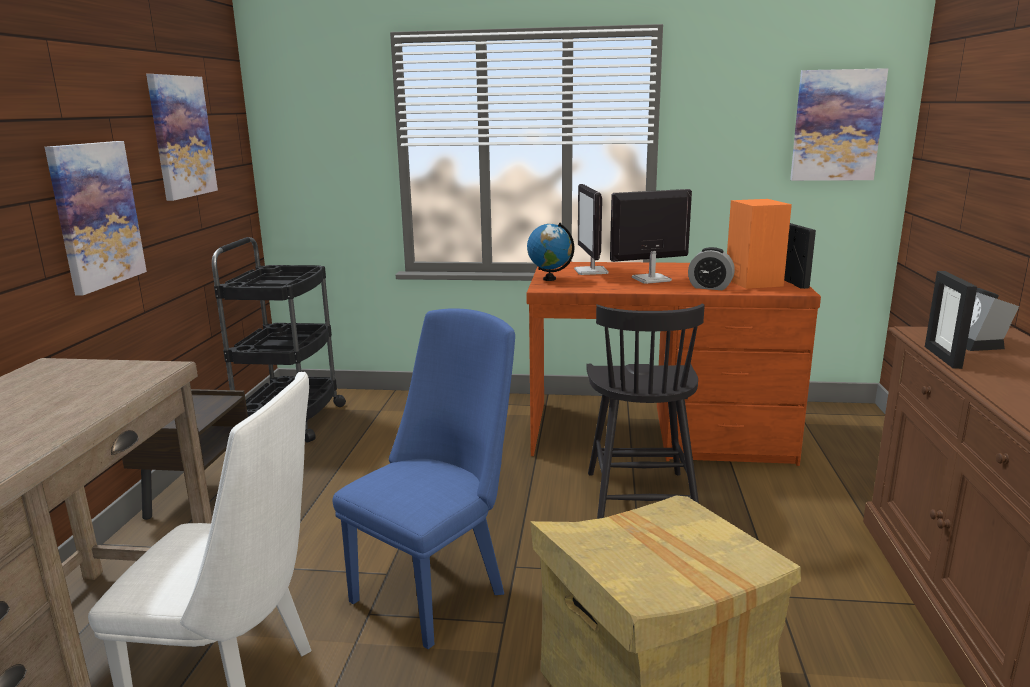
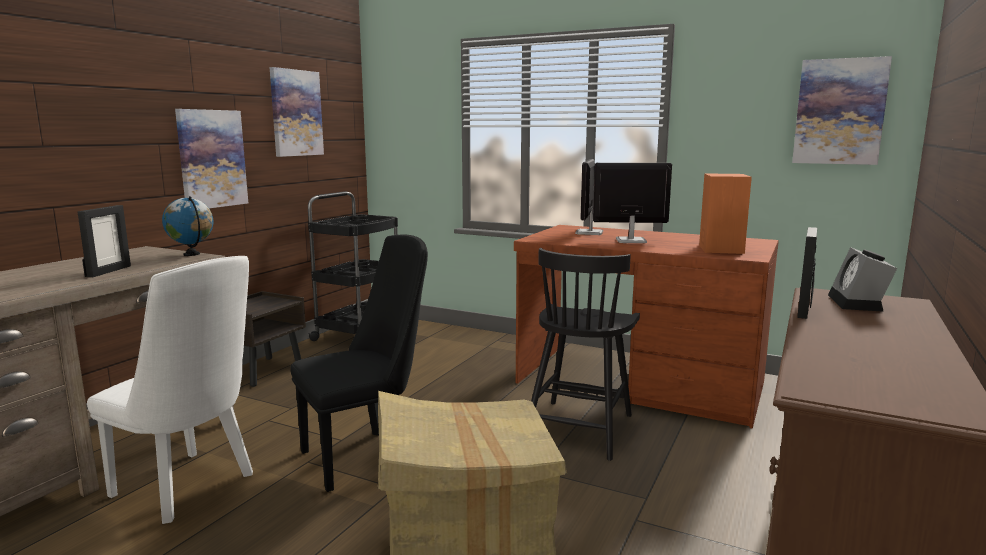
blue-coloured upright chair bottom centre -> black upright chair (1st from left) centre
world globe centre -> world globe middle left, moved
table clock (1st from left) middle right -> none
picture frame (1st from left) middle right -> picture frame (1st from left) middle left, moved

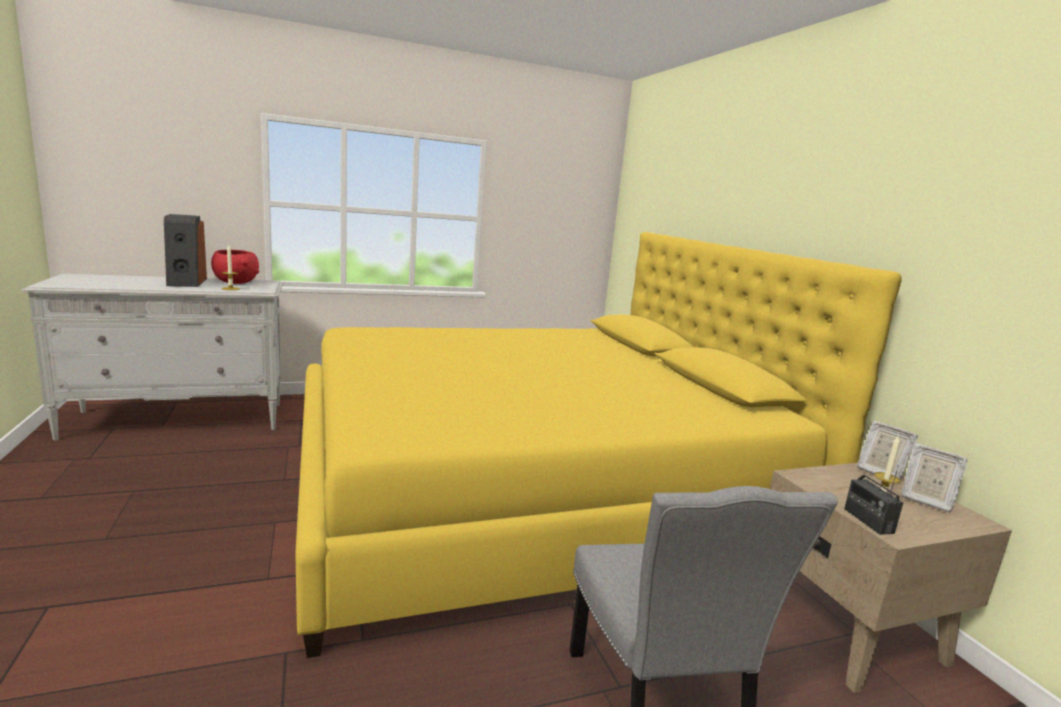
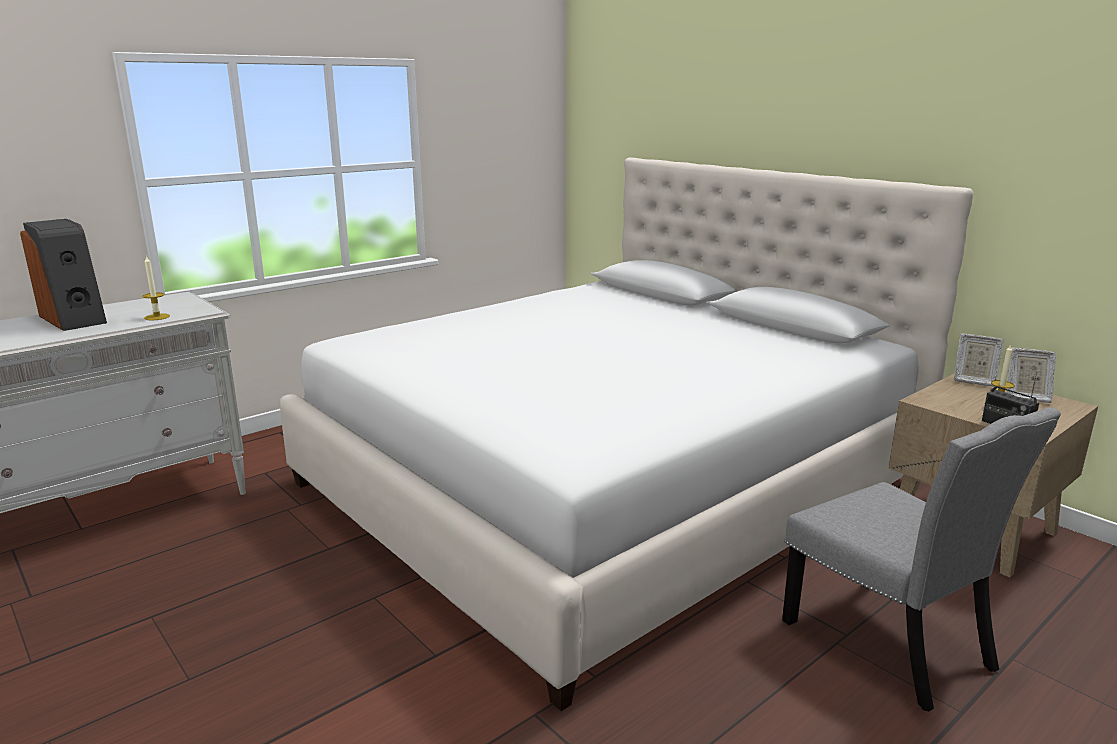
red bowl middle left -> none
yellowish bed centre -> whitish bed centre

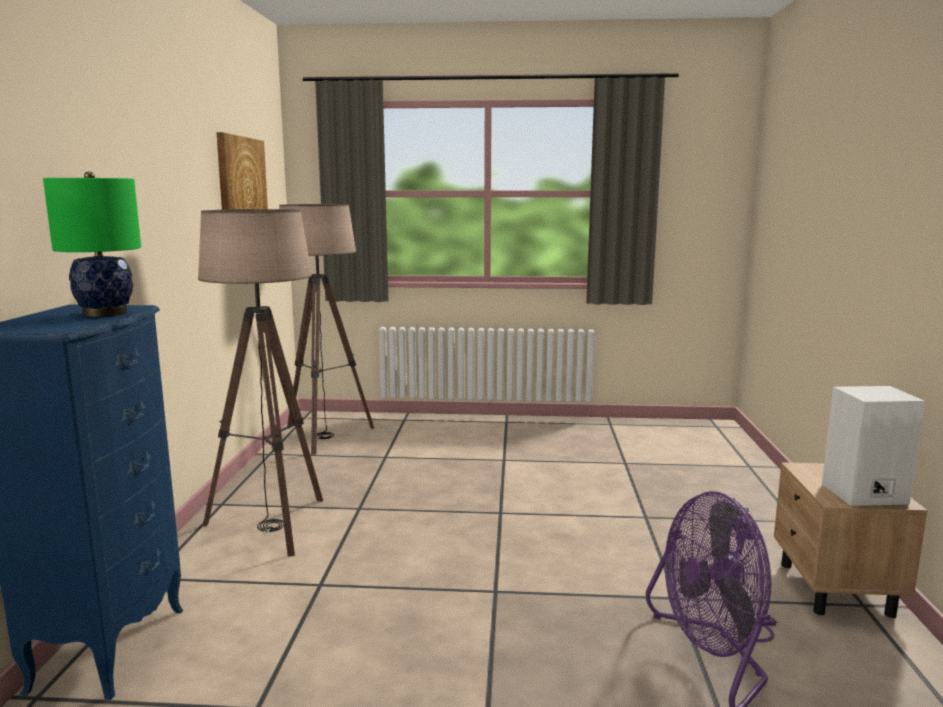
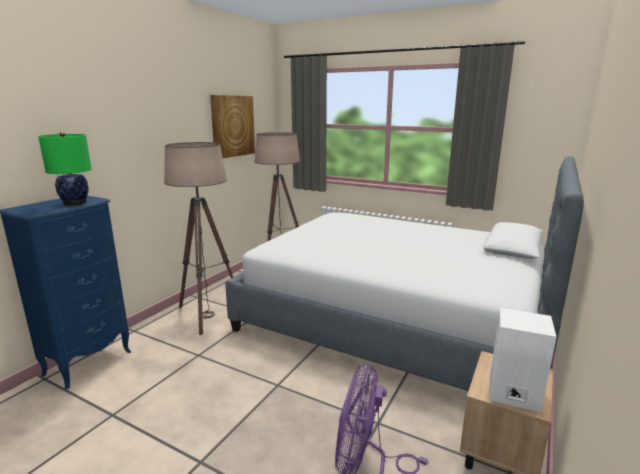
none -> bed centre

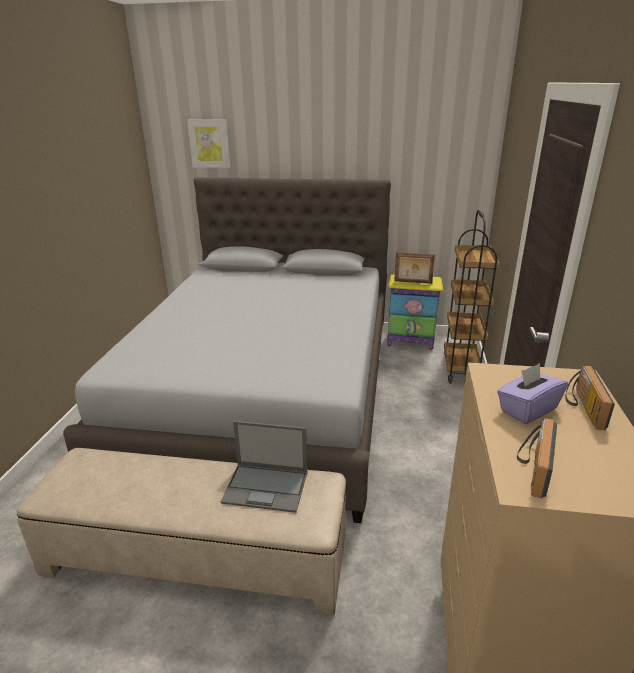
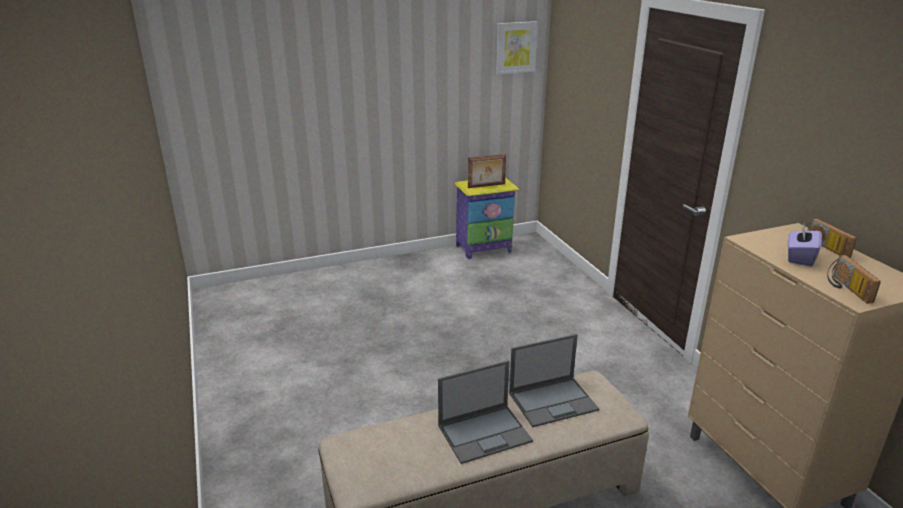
greyish bed centre -> none
wall picture top left -> wall picture top centre, moved
brown-coloured wheeled cart middle right -> none
none -> laptop (1st from left) bottom centre

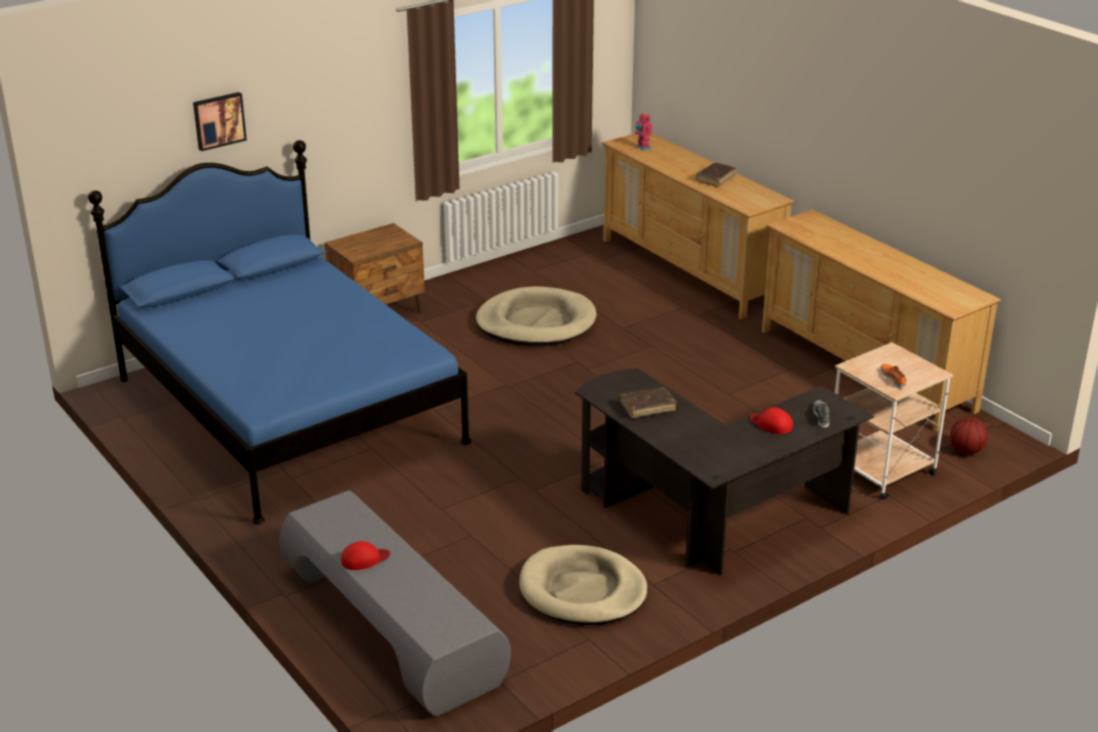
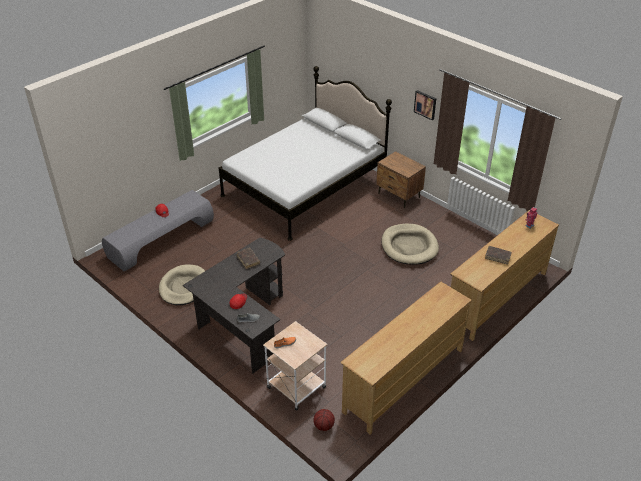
blue-coloured bed middle left -> whitish bed top centre
wall picture top left -> wall picture top centre, moved

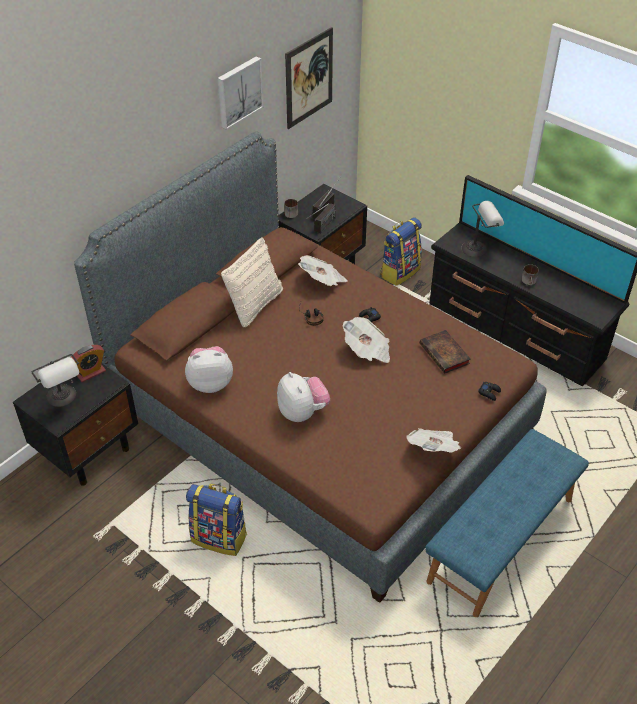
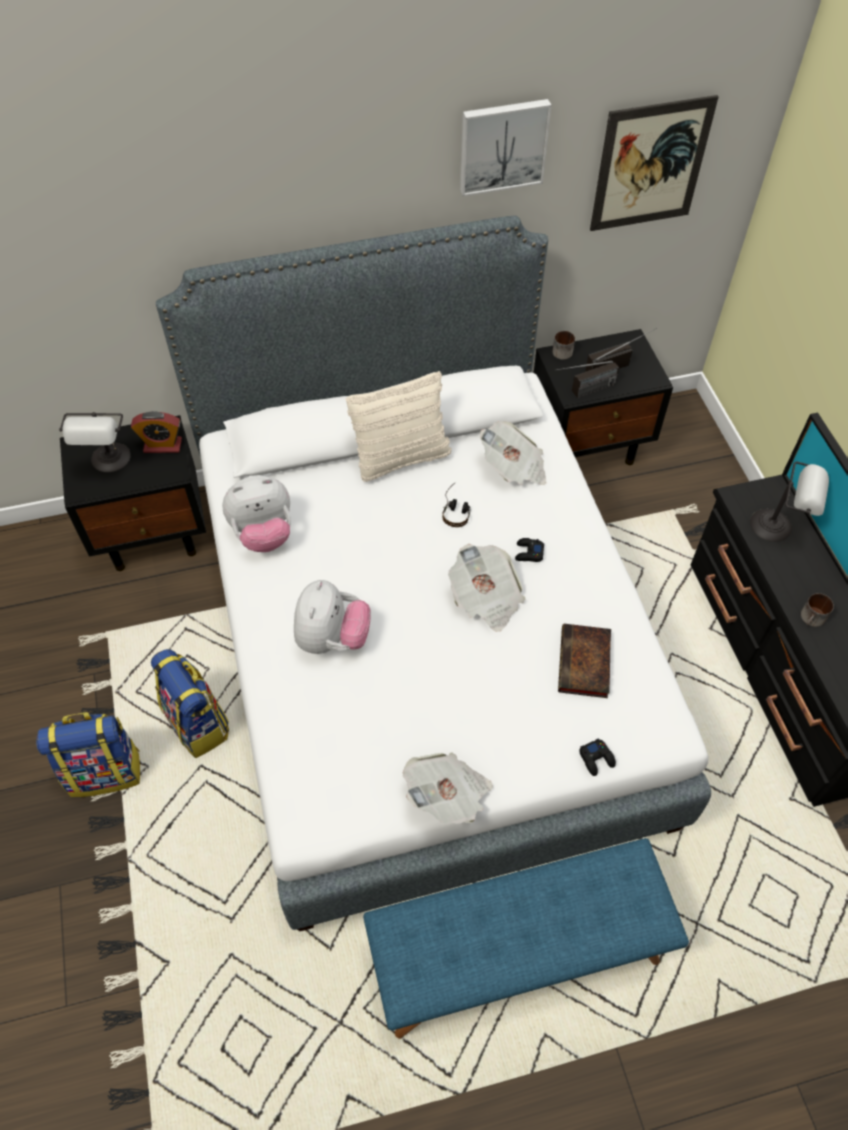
brown-coloured bed centre -> whitish bed centre
cuddly toy (1st from left) middle left, 135 degrees clockwise
rucksack (2nd from left in the first image) centre -> rucksack (1st from left) bottom left, moved

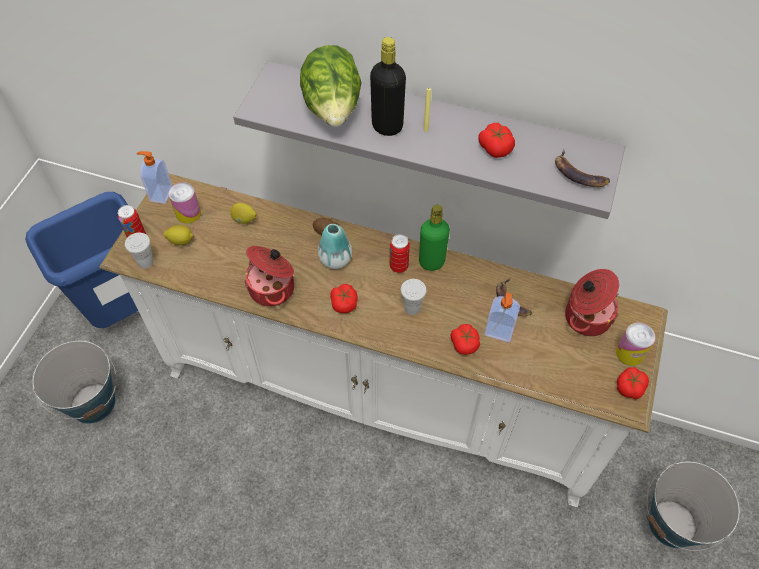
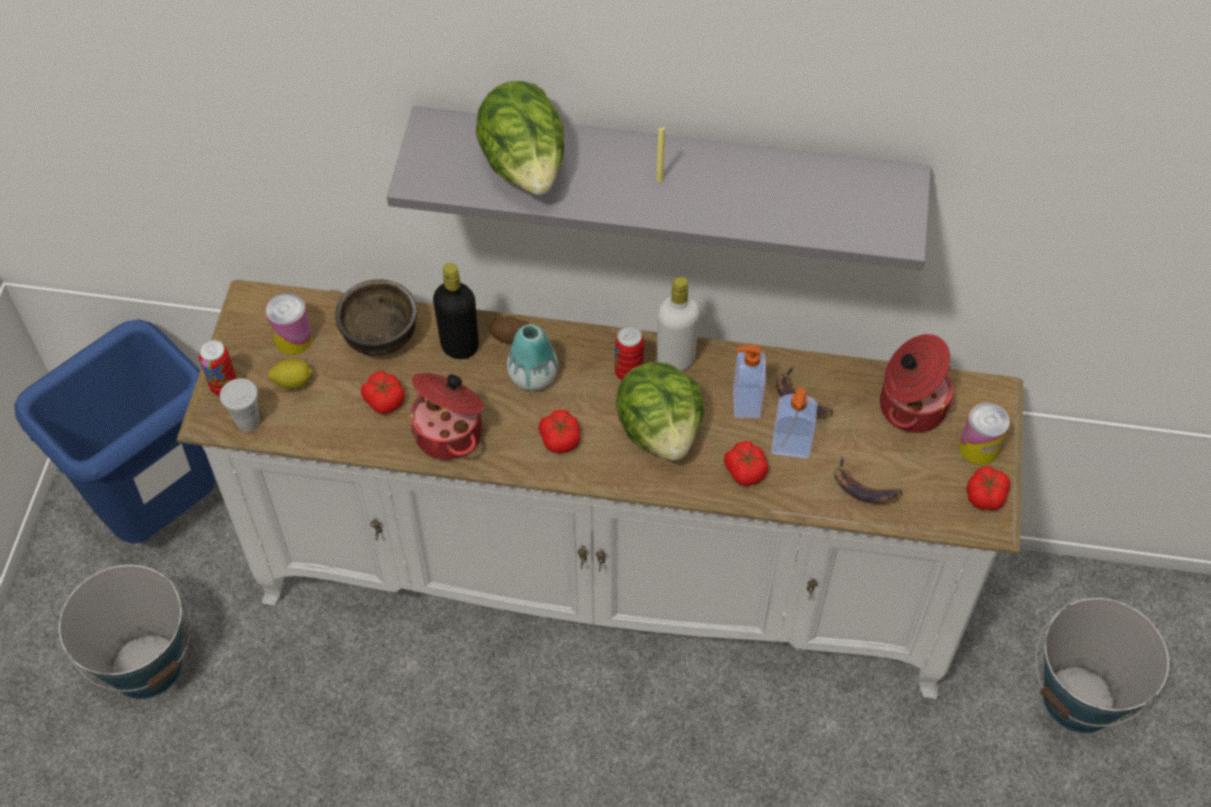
soap bottle (1st from left) top left -> soap bottle (1st from left) centre, moved
citrus fruit (2nd from left) middle left -> brown-coloured bowl middle left
black beverage bottle top centre -> black beverage bottle centre, moved
whitish cup (2nd from left) centre -> lettuce head (2nd from left) centre
greenish beverage bottle centre -> whitish beverage bottle centre
fresh tomato (3rd from left in the first image) top centre -> fresh tomato (1st from left) middle left, moved
banana (2nd from left) top right -> banana (2nd from left) middle right, moved

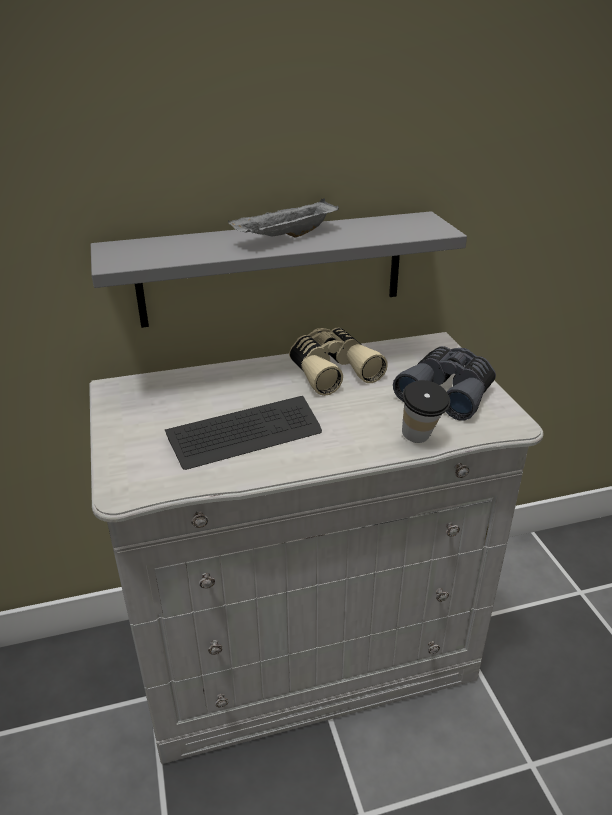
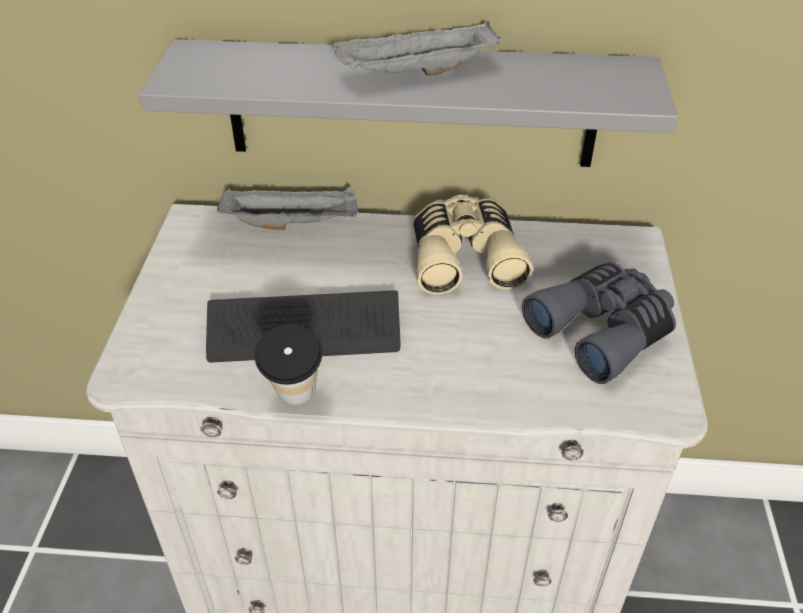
cup middle right -> cup centre, moved
none -> greyish serving tray (1st from left) centre

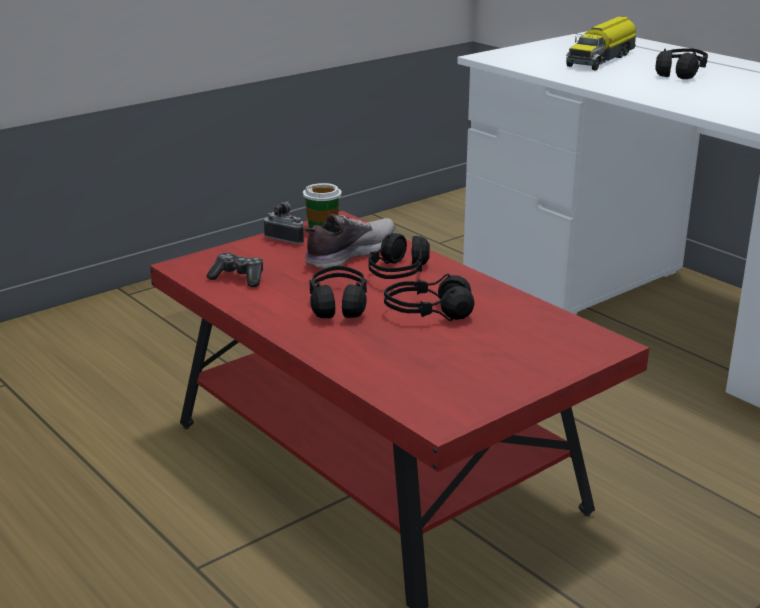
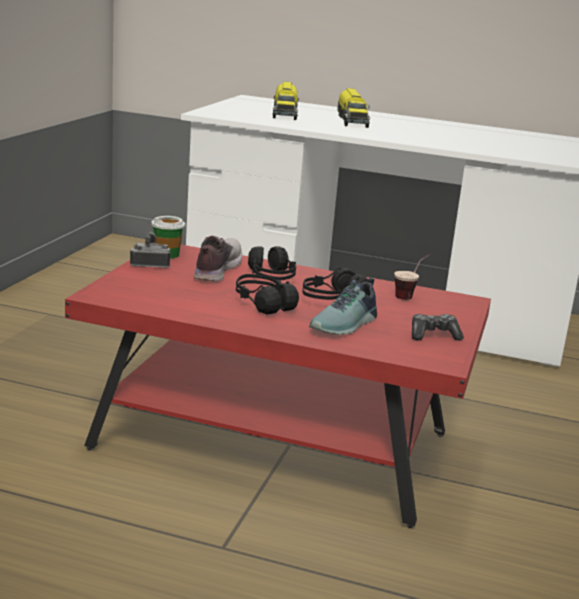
gamepad middle left -> gamepad middle right, moved
black headphones (4th from left) top right -> toy truck (2nd from left) top centre
none -> shoe (2nd from left) centre
none -> cup (2nd from left) middle right

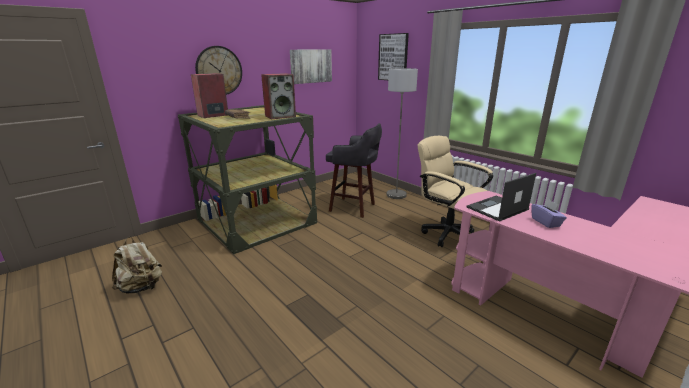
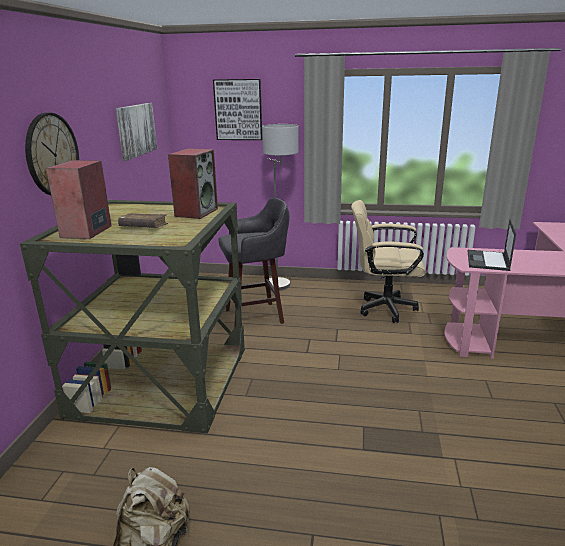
purplish tissue holder middle right -> none

